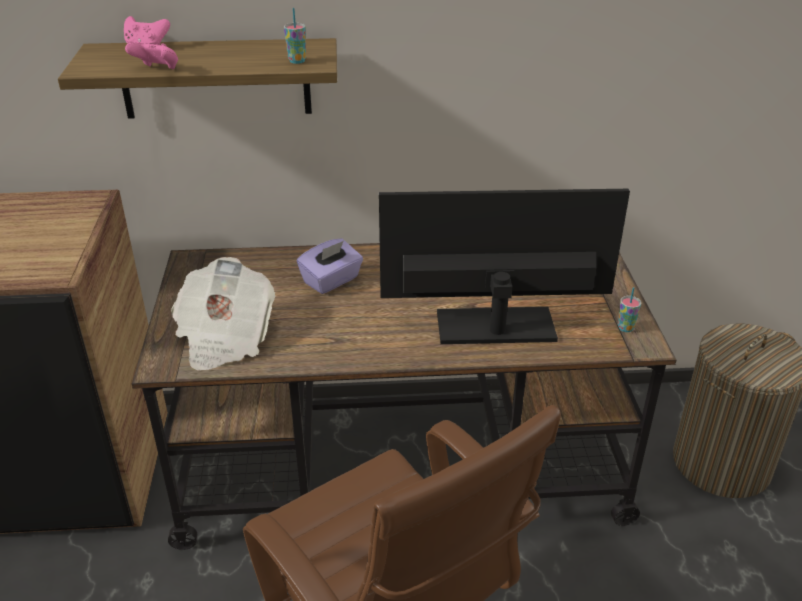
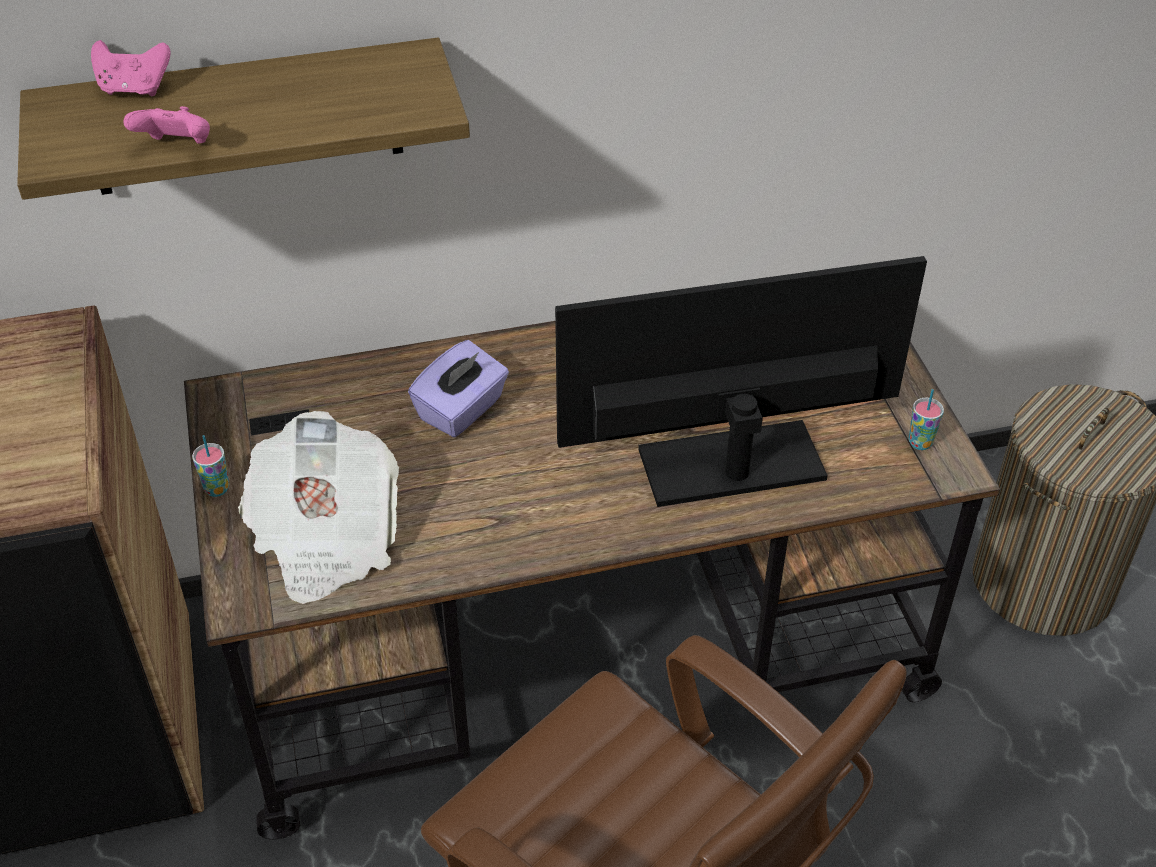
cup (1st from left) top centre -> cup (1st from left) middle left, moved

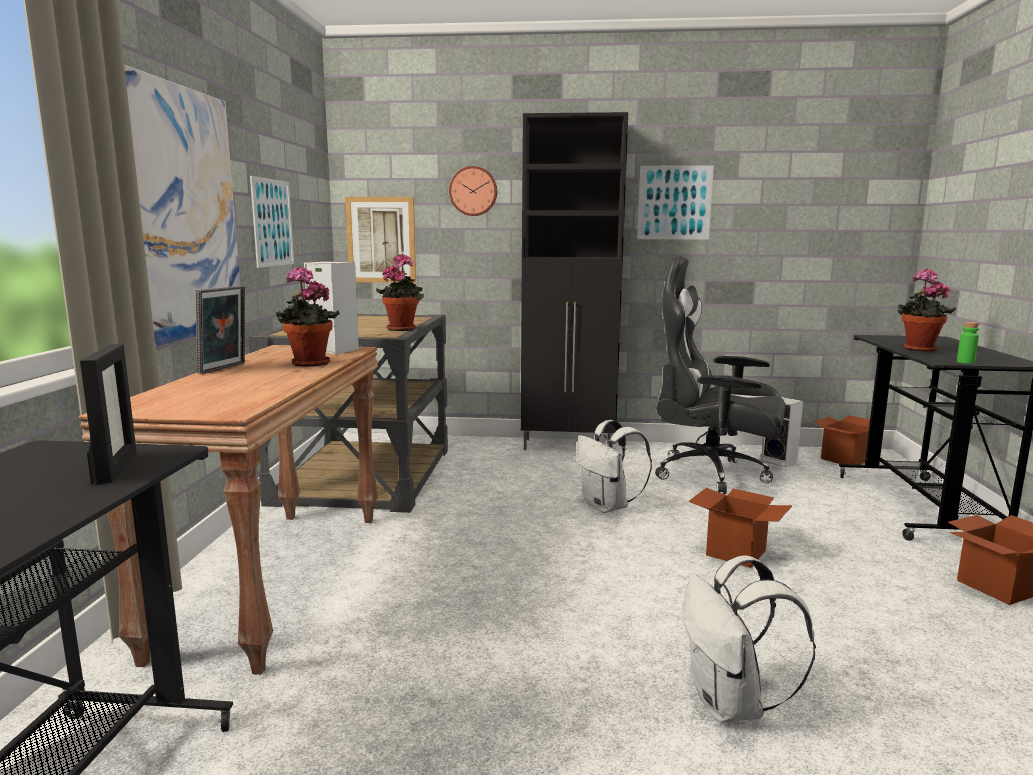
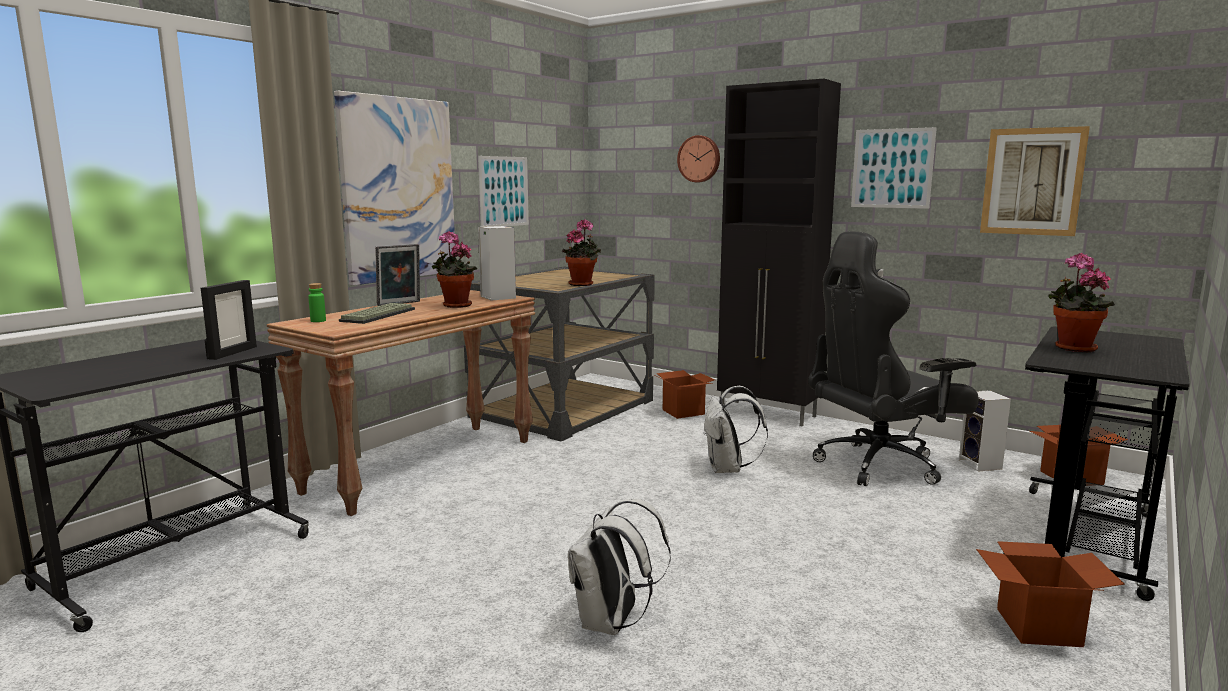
wall picture (3rd from left in the first image) top centre -> wall picture (4th from left) top right, moved
black desk chair middle right, 75 degrees counterclockwise
cardboard box (1st from left) bottom right -> cardboard box (1st from left) centre, moved
greenish beverage bottle middle right -> greenish beverage bottle middle left, moved
none -> PC keyboard middle left

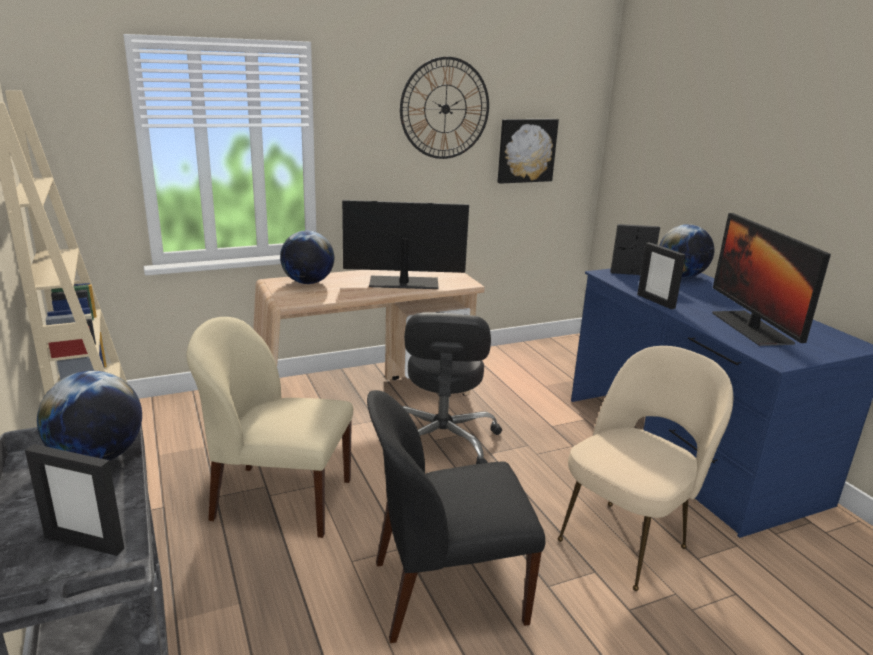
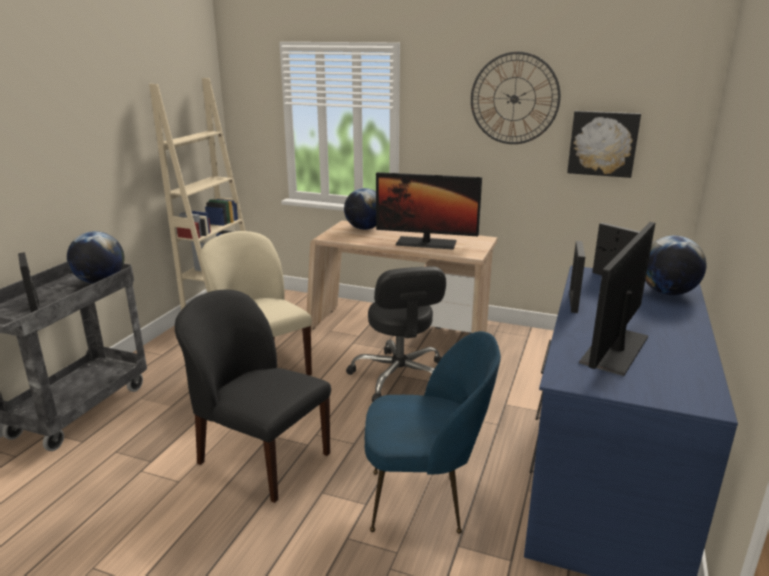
computer screen (1st from left) centre, 150 degrees clockwise
black desk chair centre, 60 degrees counterclockwise
beige-coloured upright chair (2nd from left) bottom right -> blue-coloured upright chair bottom centre

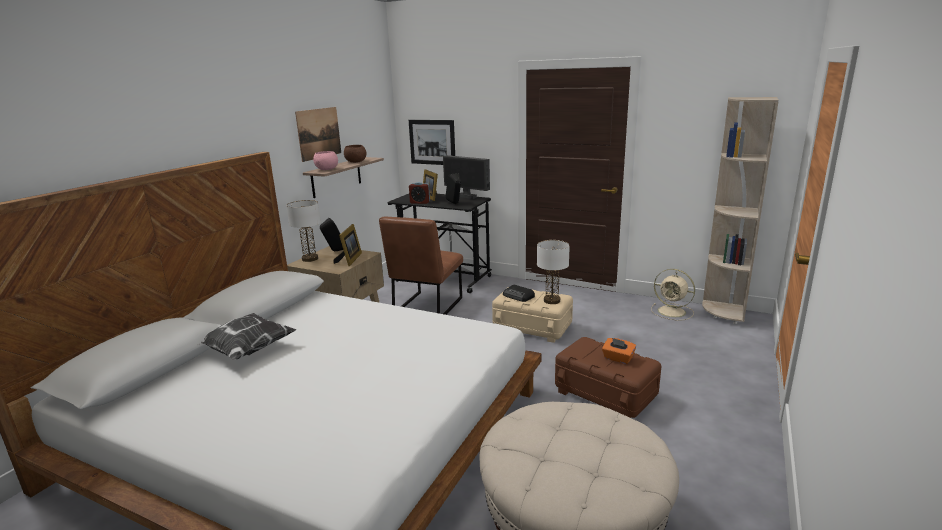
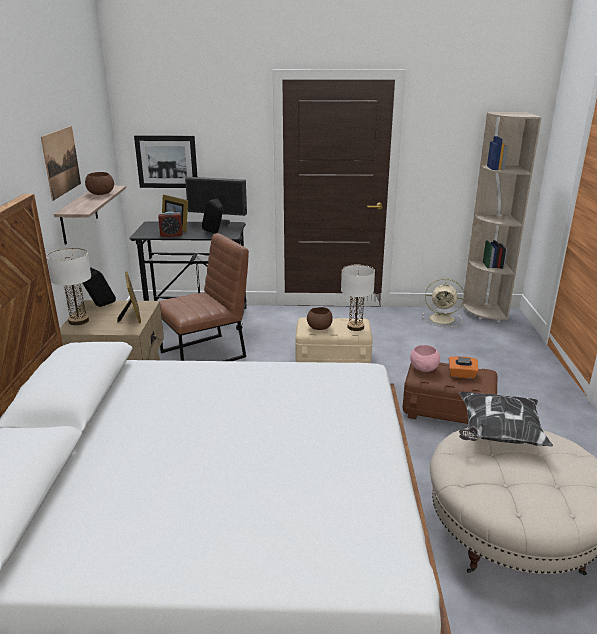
pillow middle left -> pillow middle right, moved
pinkish bowl top centre -> pinkish bowl middle right, moved
brown-coloured upright chair centre, 120 degrees counterclockwise
radio centre -> brown-coloured bowl (2nd from left) centre

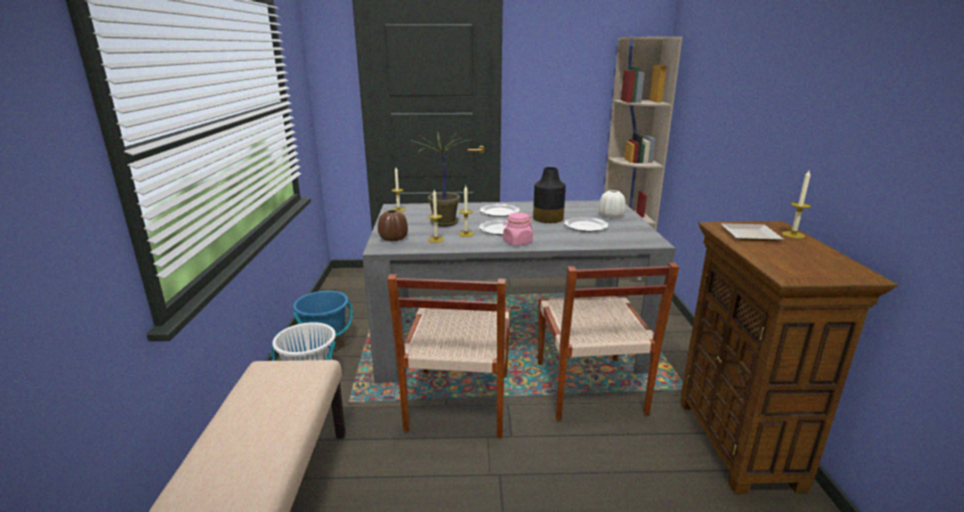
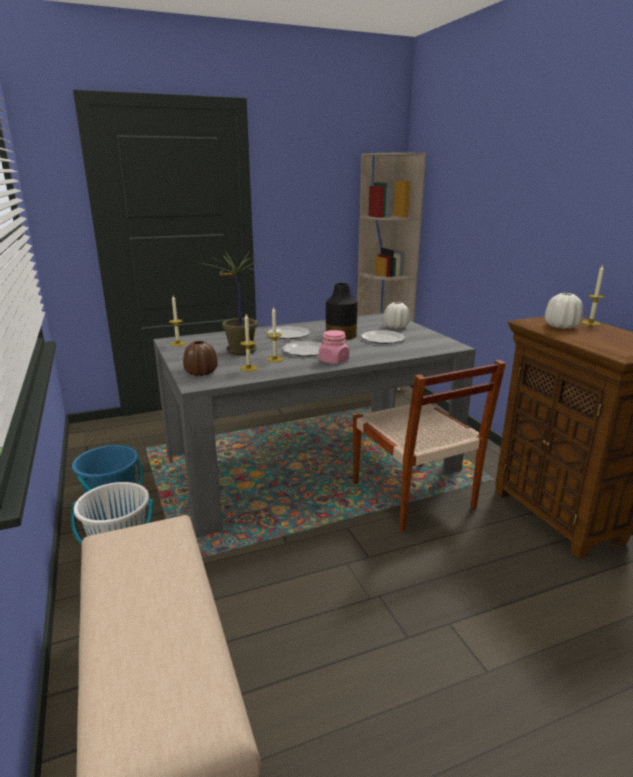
upright chair (1st from left) bottom centre -> none
plate (4th from left) middle right -> whitish decorative vase (2nd from left) middle right

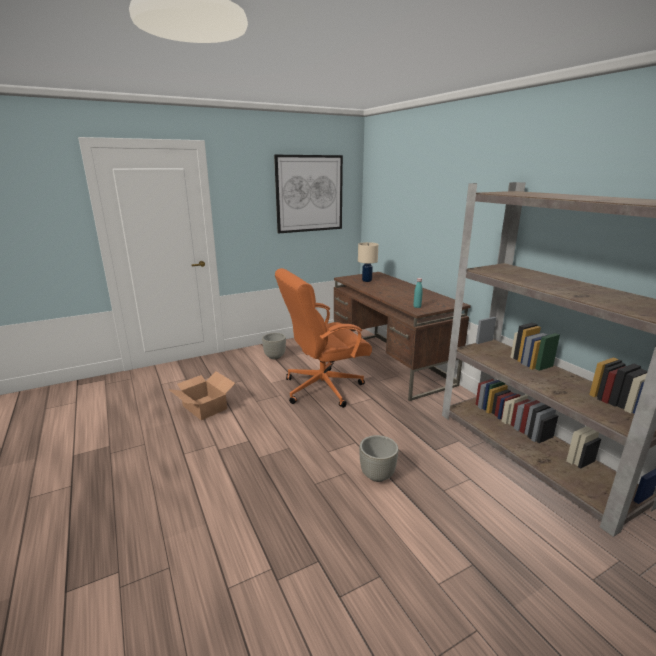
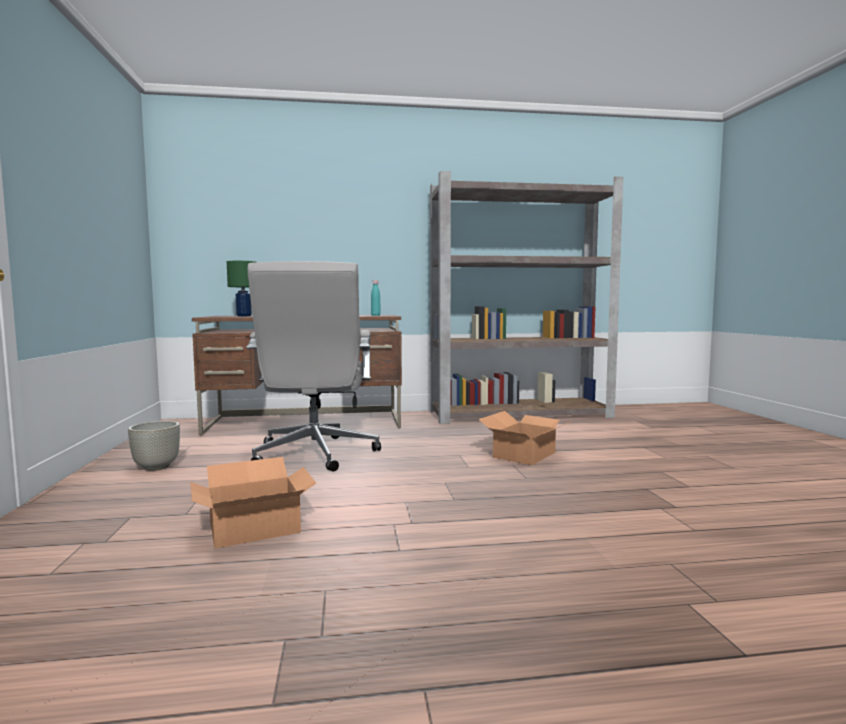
wall picture top centre -> none
orangey desk chair centre -> greyish desk chair centre
beige-coloured tabletop lamp centre -> greenish tabletop lamp middle left
greyish plant pot (2nd from left) bottom centre -> cardboard box (2nd from left) centre

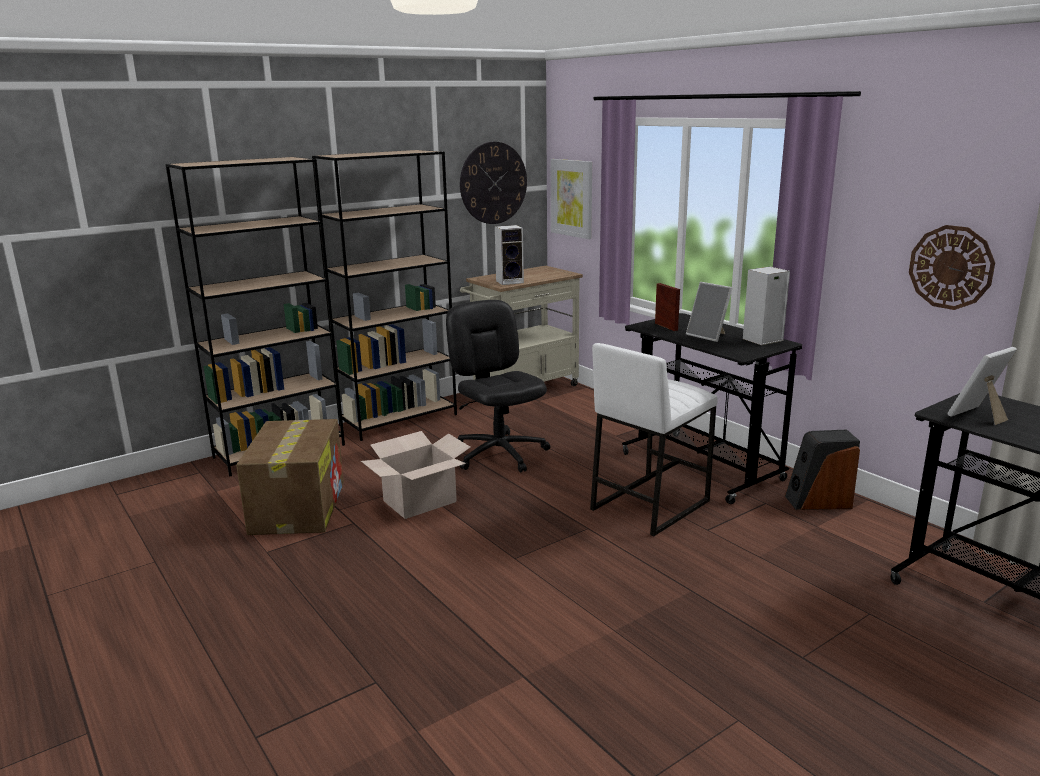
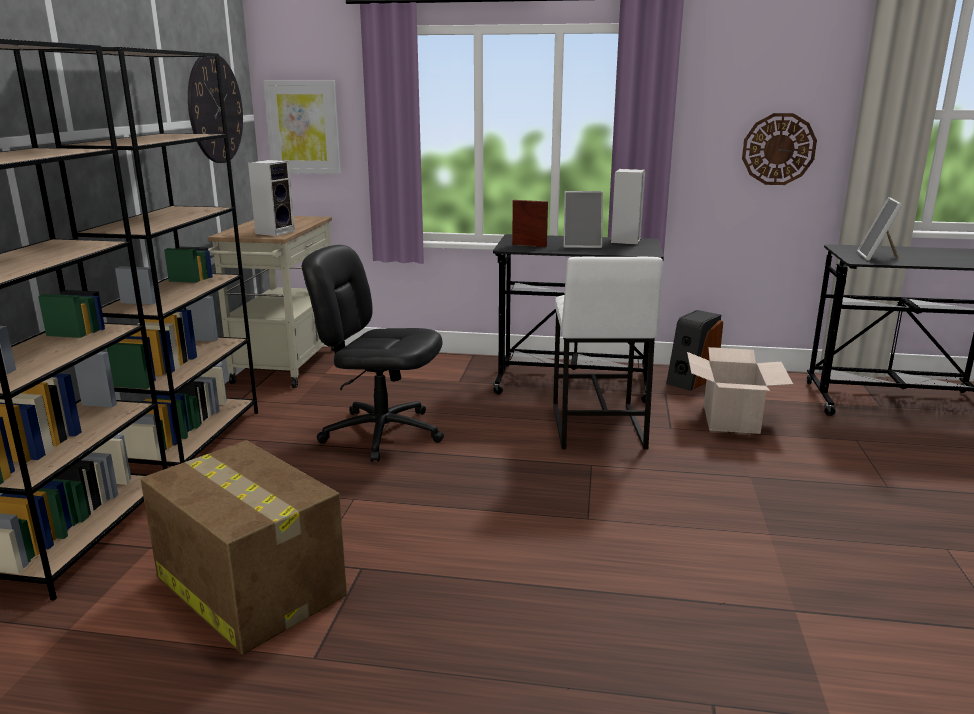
cardboard box (2nd from left) centre -> cardboard box (2nd from left) middle right, moved

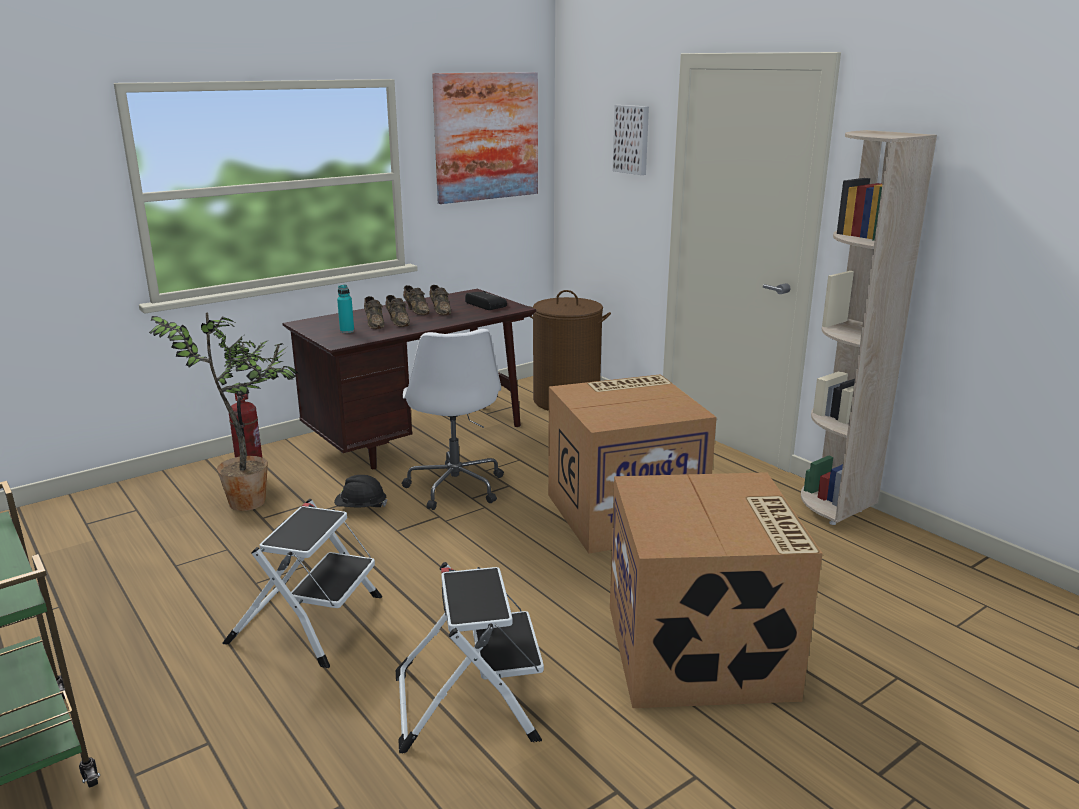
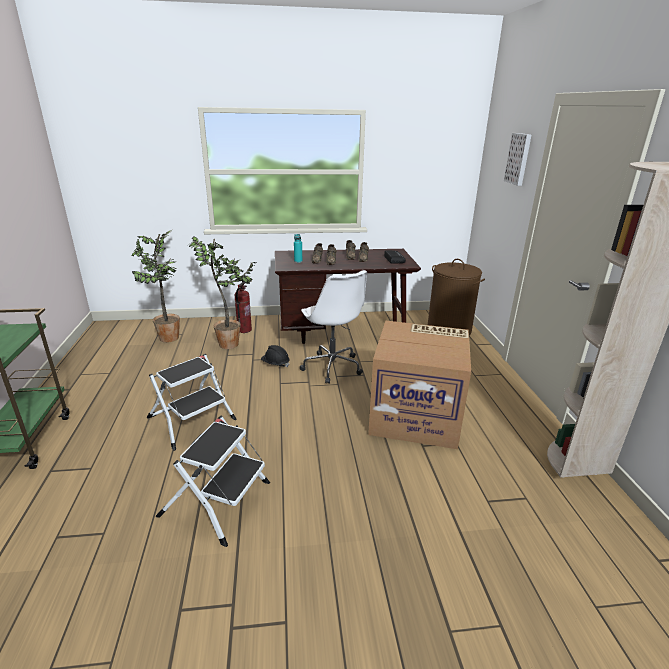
whitish desk chair centre, 45 degrees counterclockwise
wall picture (1st from left) top centre -> none
cardboard box (2nd from left) bottom centre -> none
none -> potted plant (1st from left) middle left

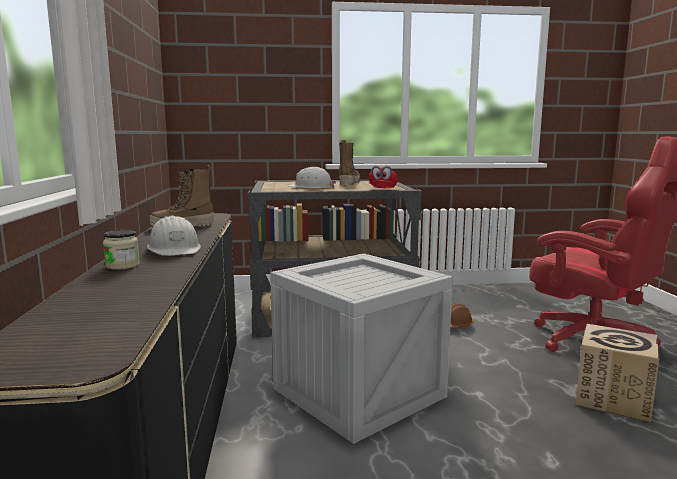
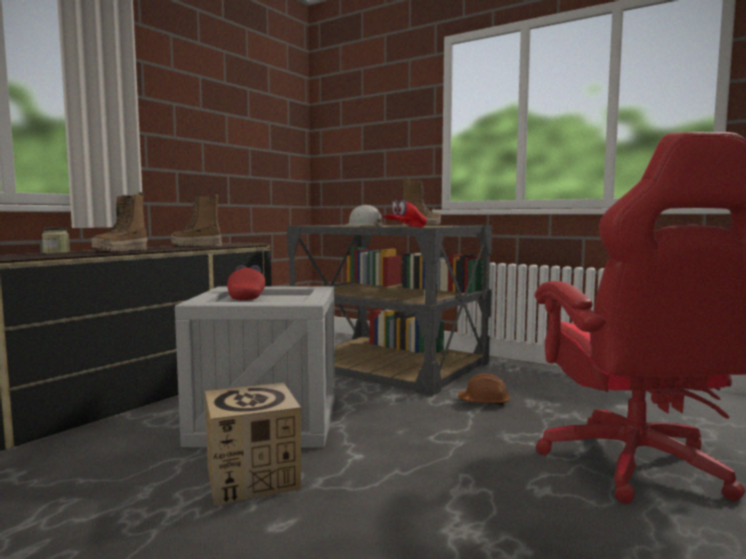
whitish safety helmet (1st from left) middle left -> tall boot (1st from left) middle left
cardboard box bottom right -> cardboard box bottom centre, moved
none -> red baseball cap (1st from left) middle left

